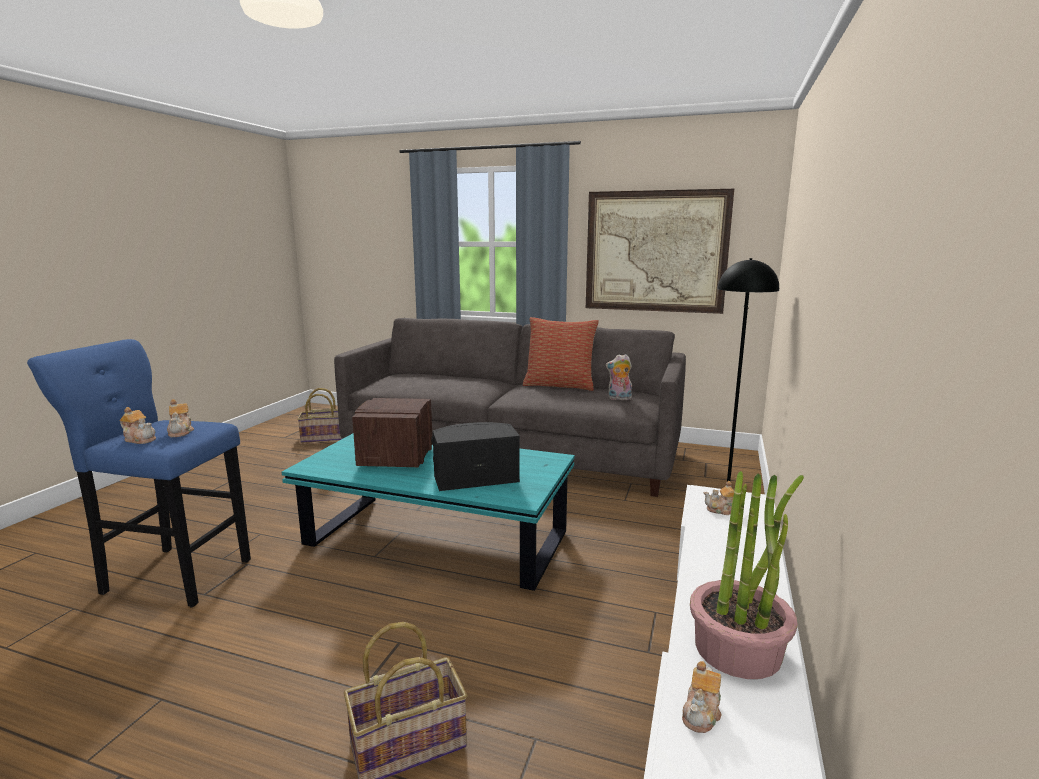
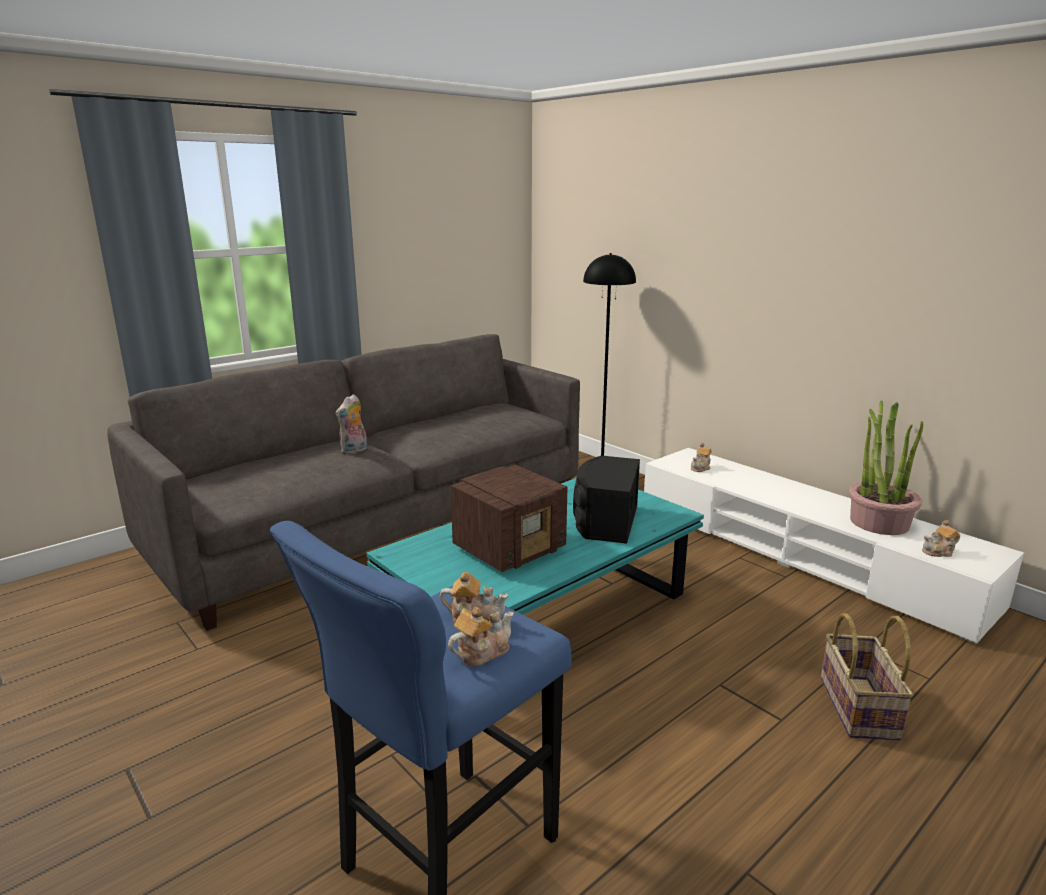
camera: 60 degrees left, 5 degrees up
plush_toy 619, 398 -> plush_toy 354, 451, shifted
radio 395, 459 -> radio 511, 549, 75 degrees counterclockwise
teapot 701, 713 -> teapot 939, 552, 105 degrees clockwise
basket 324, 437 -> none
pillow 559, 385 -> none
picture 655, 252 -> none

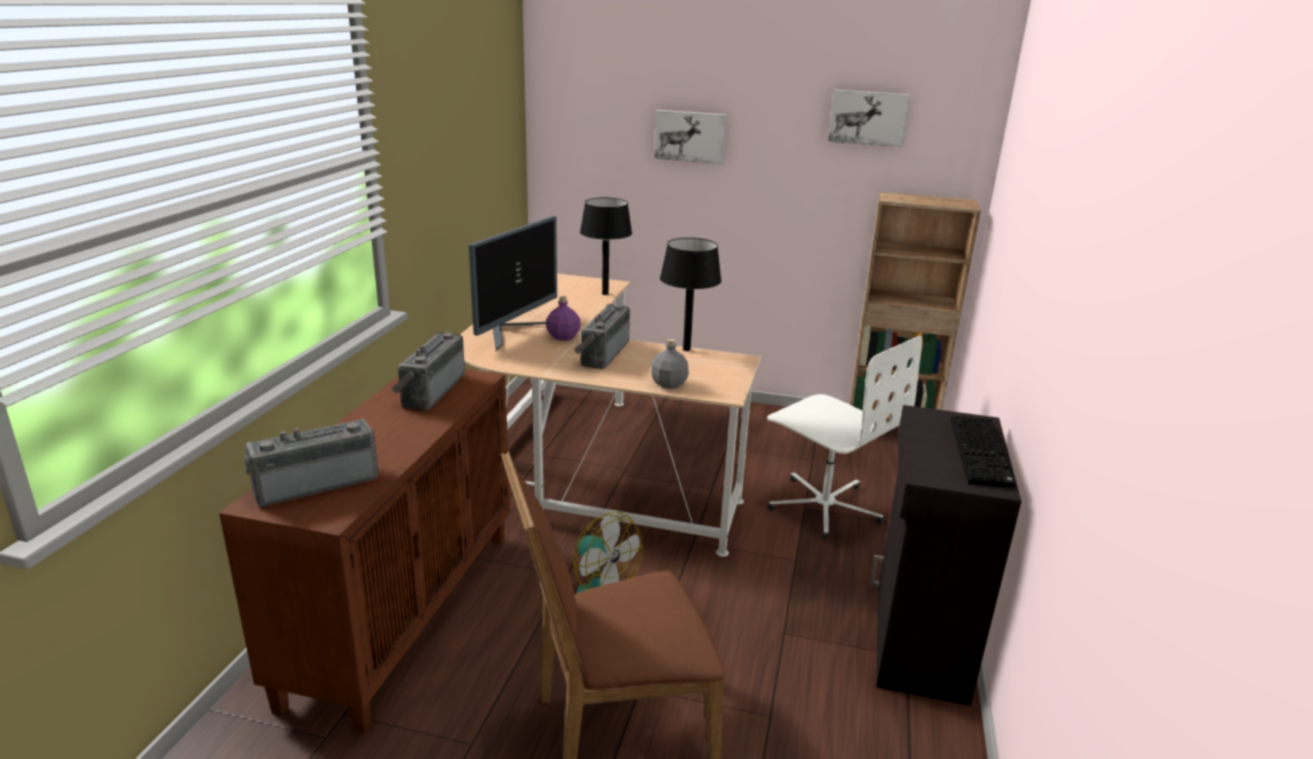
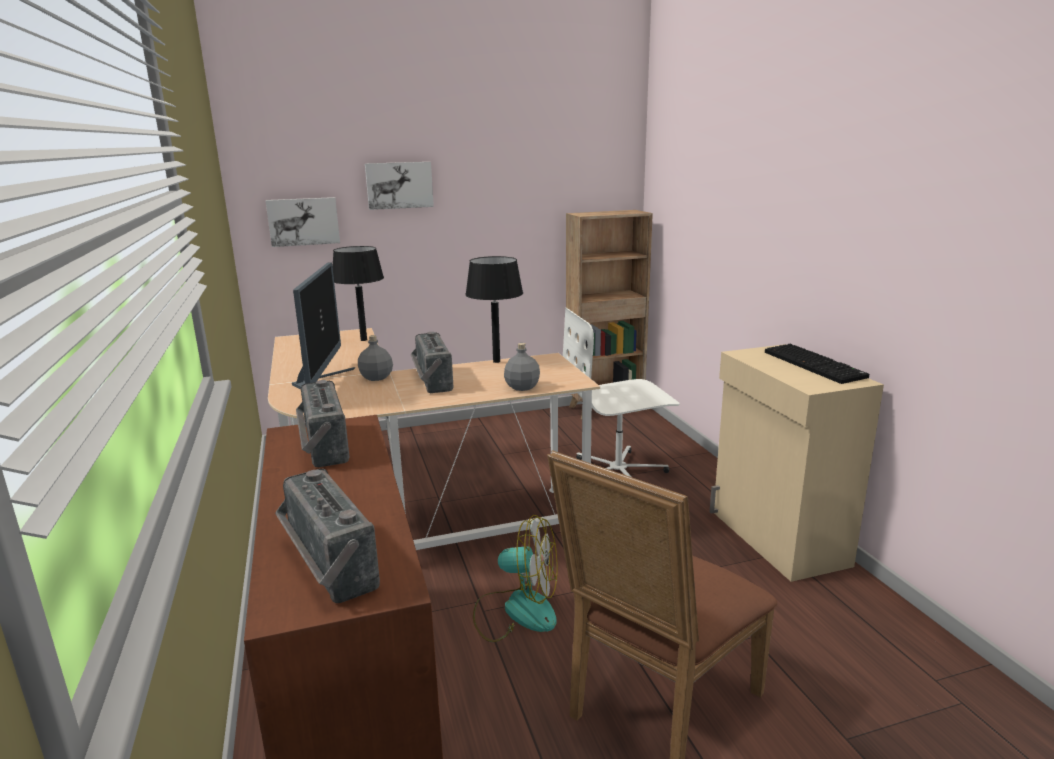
camera: 30 degrees left, 5 degrees down
picture 868, 117 -> picture 303, 221, shifted
radio 316, 483 -> radio 324, 564, 60 degrees counterclockwise
purple_bottle 562, 337 -> grey_bottle 376, 377
white_office_chair 824, 506 -> white_office_chair 619, 472, 150 degrees clockwise
black_cabinet 917, 640 -> beige_cabinet 777, 538

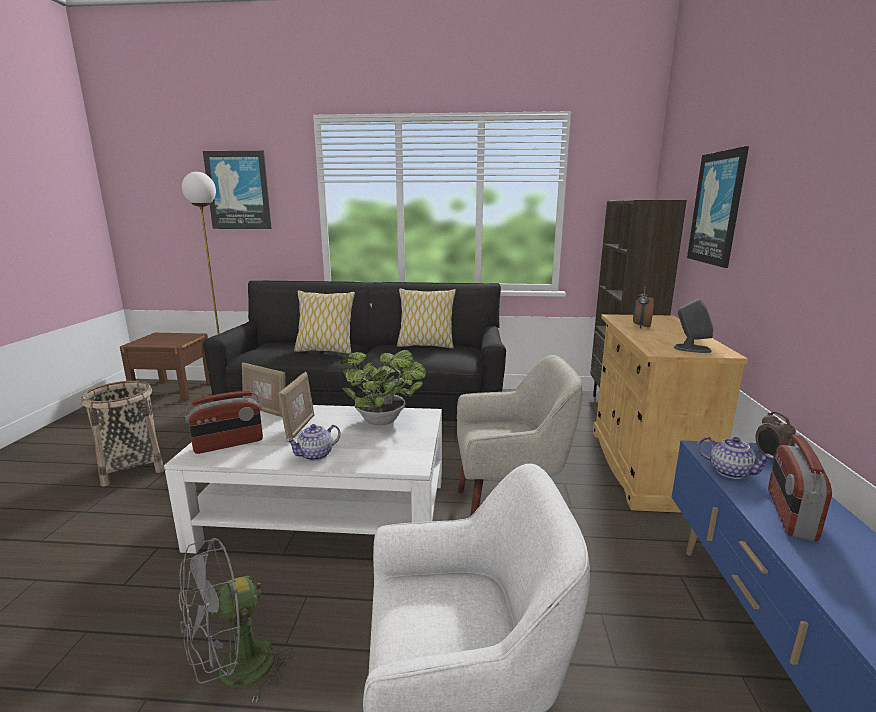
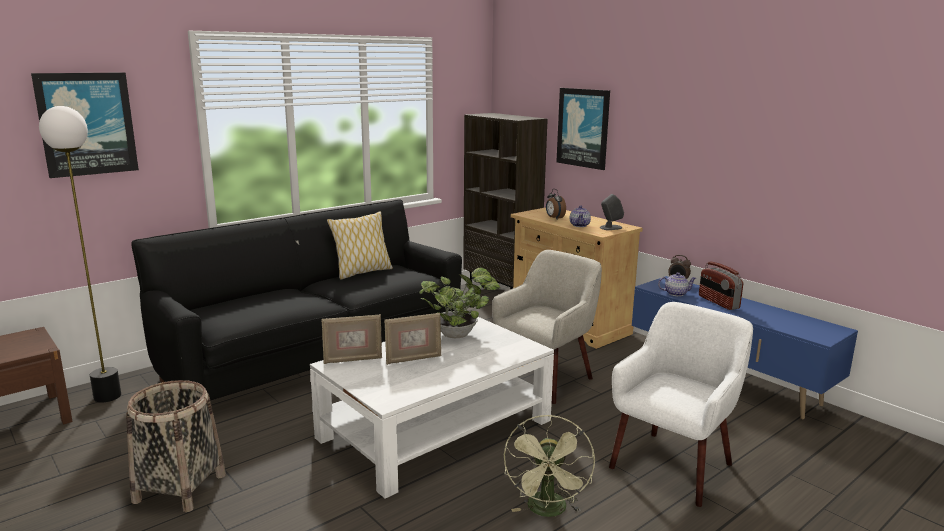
camera: 45 degrees left, 0 degrees up
picture_frame 299, 428 -> picture_frame 413, 359, 105 degrees clockwise
grey_fan 234, 673 -> green_fan 548, 511
teapot 316, 455 -> teapot 579, 225, shifted
radio 228, 444 -> none
pillow 325, 350 -> none

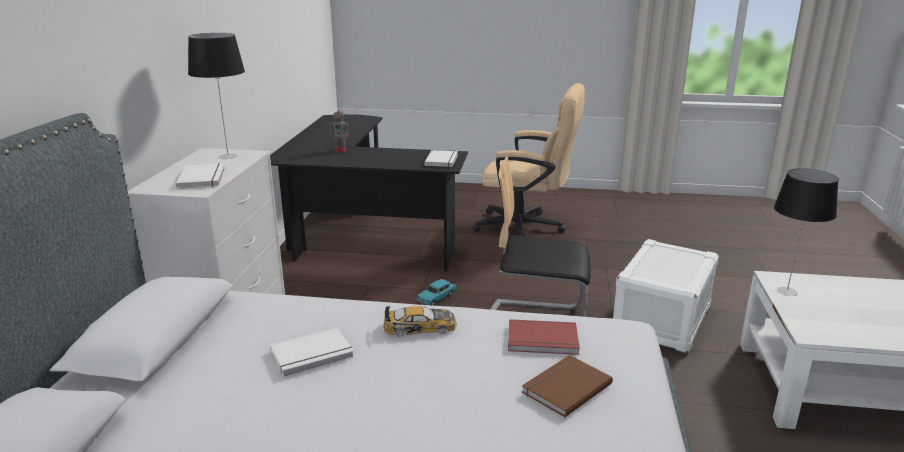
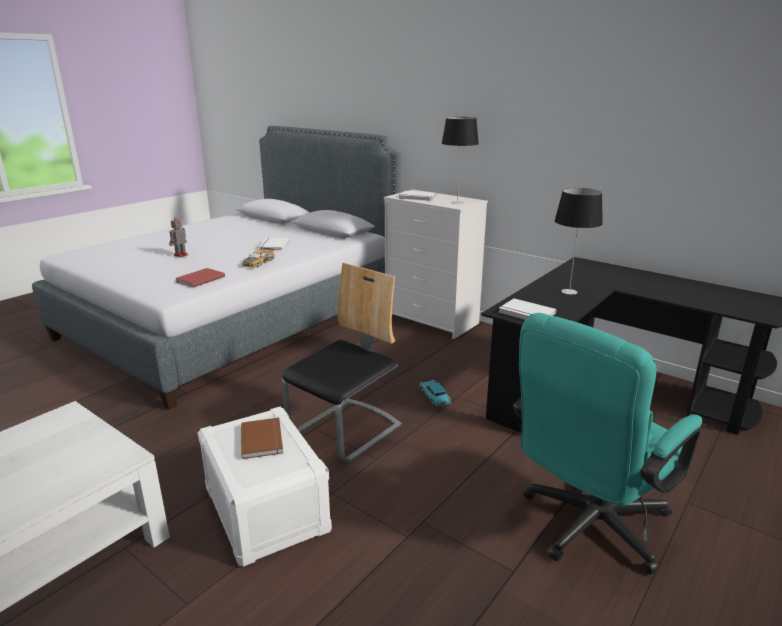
camera: 120 degrees right, 0 degrees up
toy_robot 341, 150 -> toy_robot 180, 255, shifted
brown_book 564, 387 -> brown_book 263, 439, shifted
beige_office_chair 527, 228 -> turquoise_office_chair 587, 528
table_lamp 786, 291 -> table_lamp 569, 291, shifted

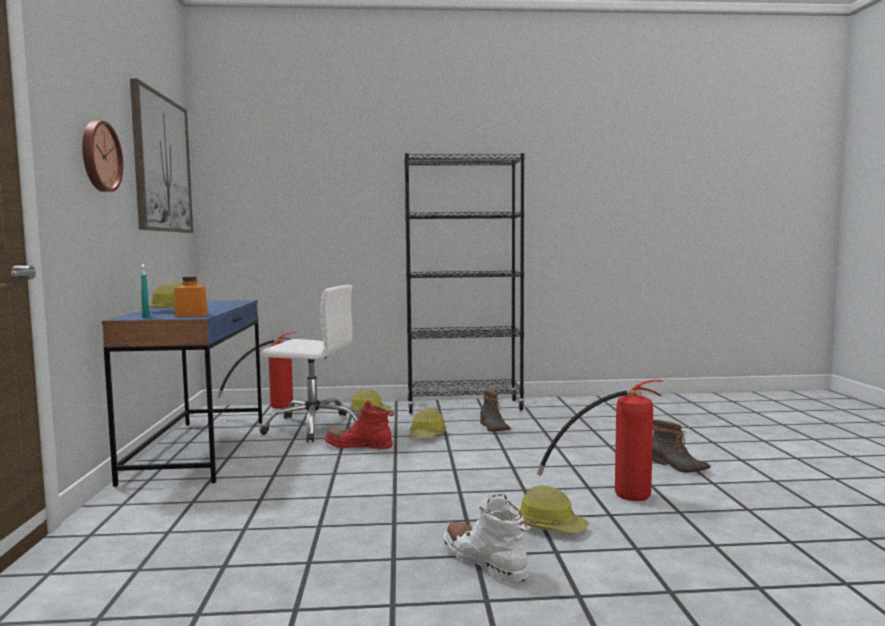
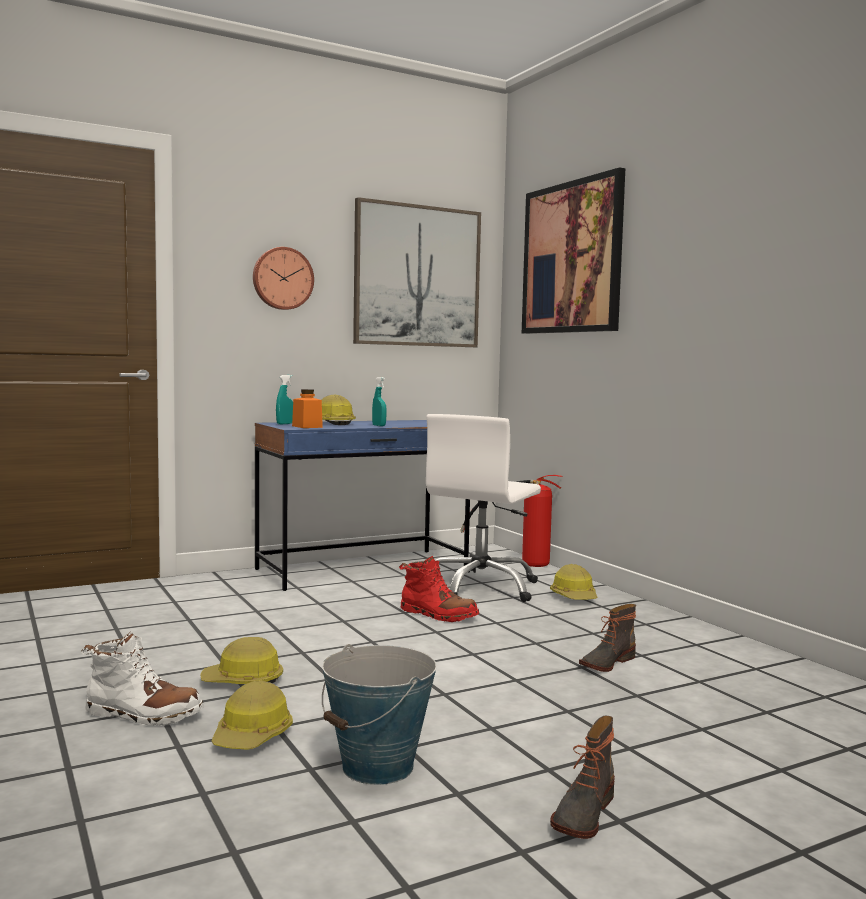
camera: 65 degrees right, 0 degrees up
white_boot 485, 561 -> white_boot 143, 714, 75 degrees clockwise
hard_hat 427, 435 -> hard_hat 243, 681, shifted
fire_extinguisher 613, 497 -> bucket 378, 767
none -> turquoise_spray_bottle 379, 425
red_boot 359, 446 -> red_boot 438, 615, 135 degrees clockwise
white_office_chair 314, 427 -> white_office_chair 480, 588, 45 degrees clockwise
none -> picture 572, 258
black_bookcase 464, 406 -> none

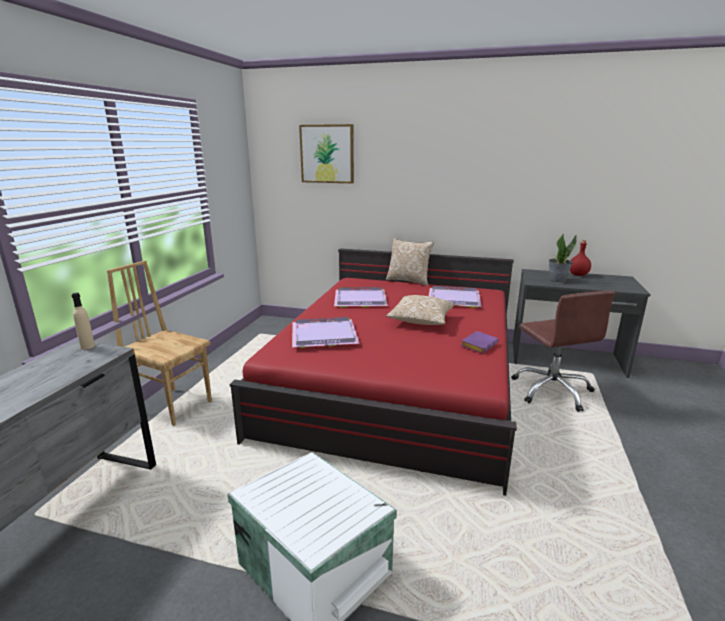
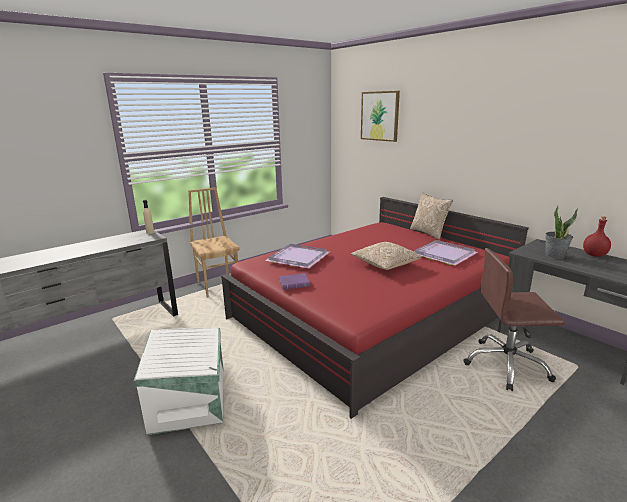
camera: 35 degrees right, 0 degrees up
purple_book 478, 345 -> purple_book 294, 284, shifted
brown_office_chair 552, 390 -> brown_office_chair 506, 365, 75 degrees clockwise
purple_tray 359, 300 -> none

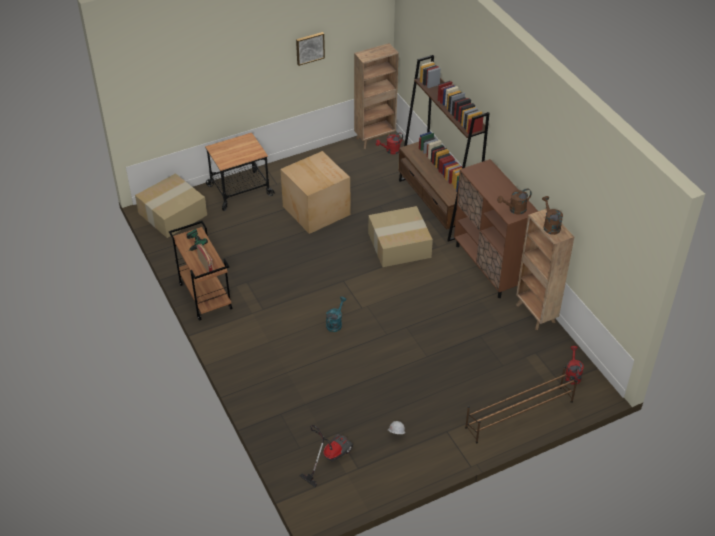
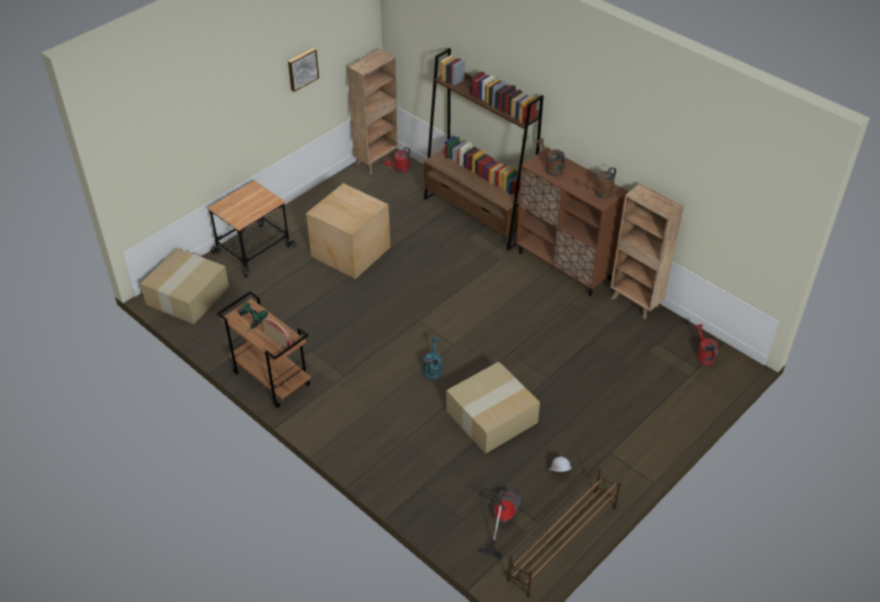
camera: 20 degrees left, 0 degrees up
cardboard_box 398, 246 -> cardboard_box 491, 418, shifted
brown_shoe_rack 518, 414 -> brown_shoe_rack 562, 543, shifted
brown_watering_can 550, 225 -> brown_watering_can 551, 168, shifted

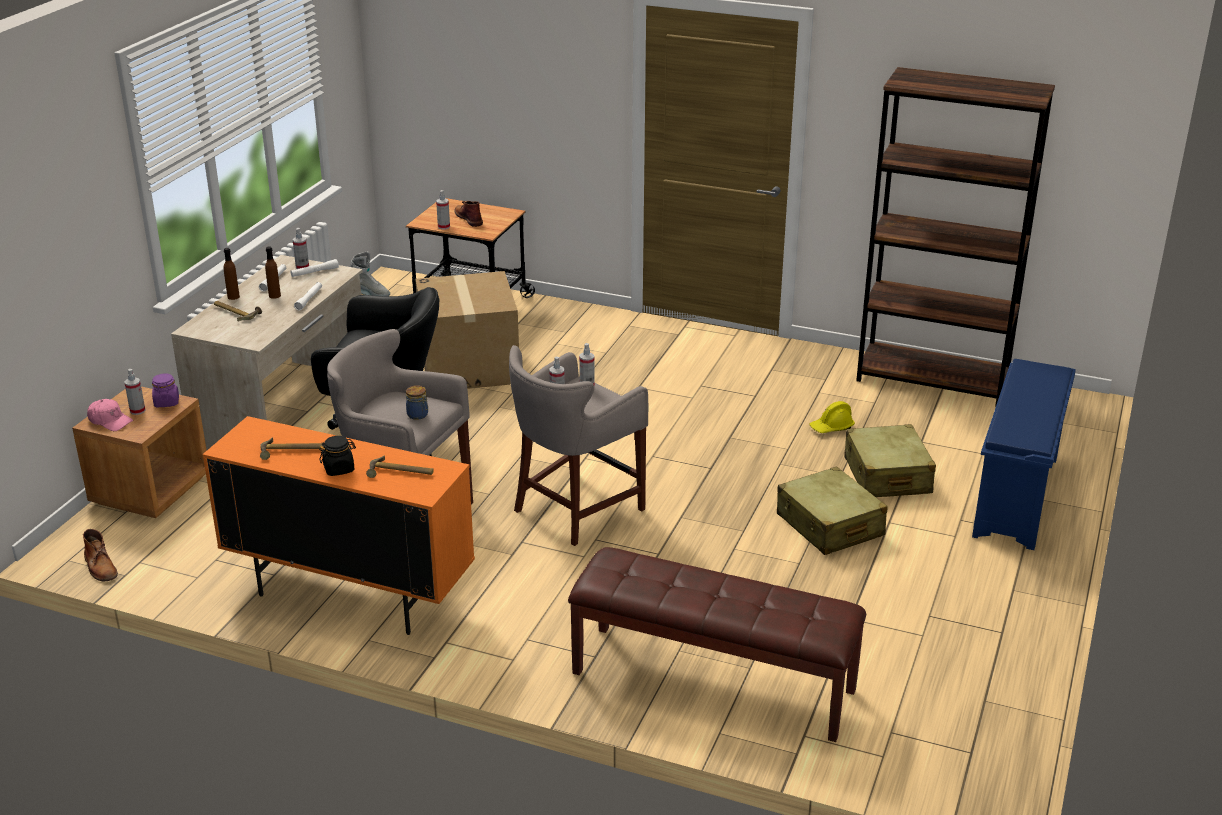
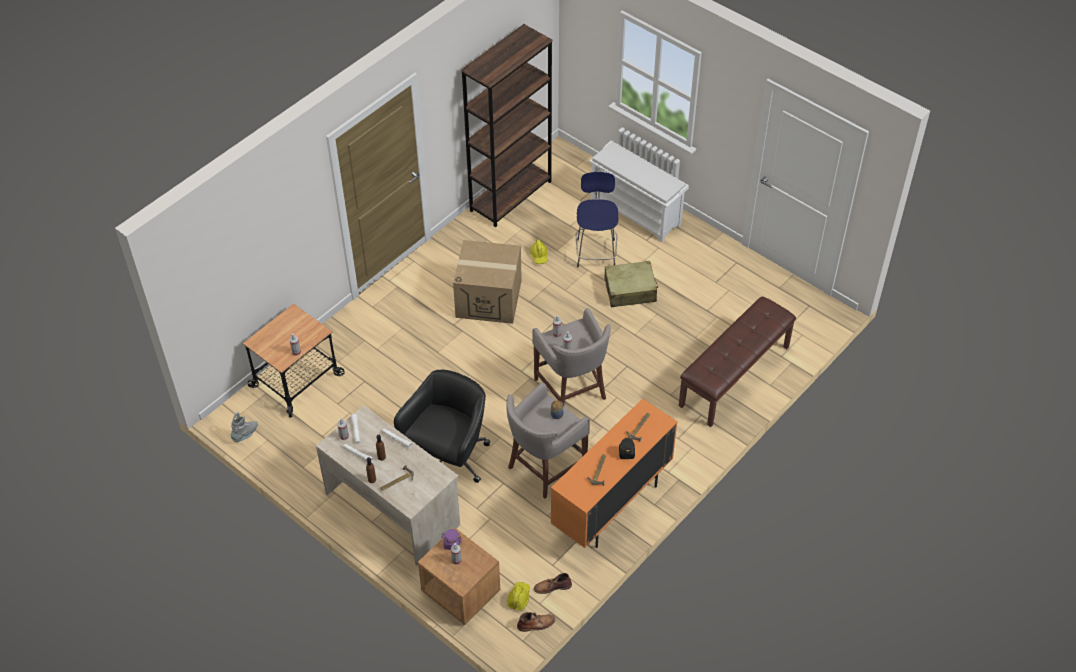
camera: 70 degrees left, 20 degrees up
cardboard_box 469, 366 -> cardboard_box 489, 298, shifted
none -> yellow_hard_hat 518, 598
brown_boot 468, 218 -> brown_boot 552, 586, shifted
beige_suitcase 887, 476 -> blue_stool 596, 252
blue_shoe_rack 1016, 498 -> white_shoe_rack 636, 212
pink_cap 110, 421 -> none

